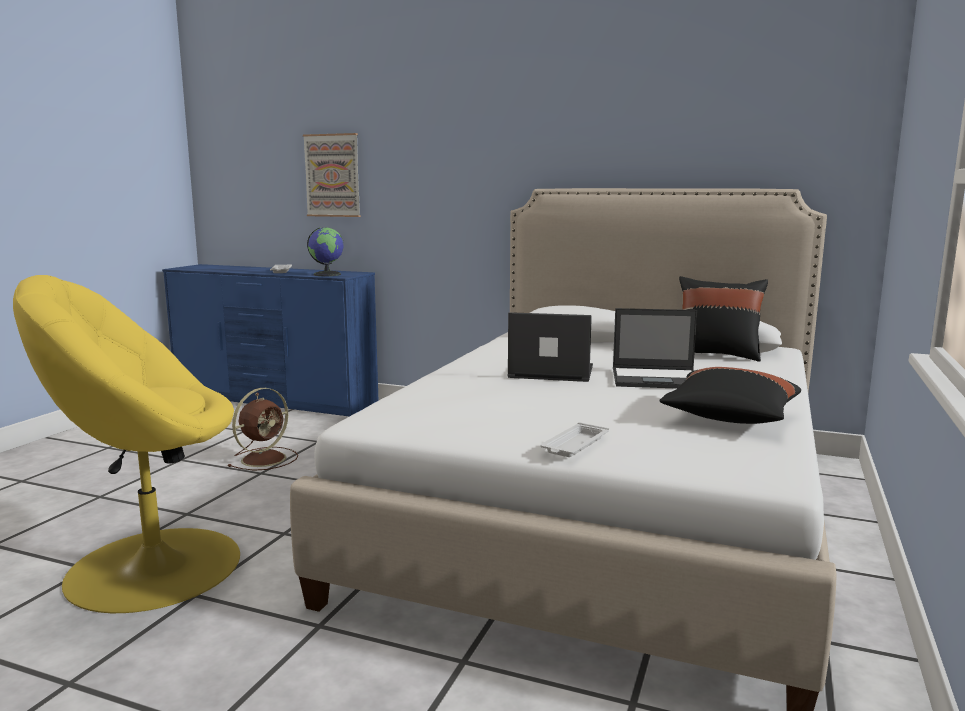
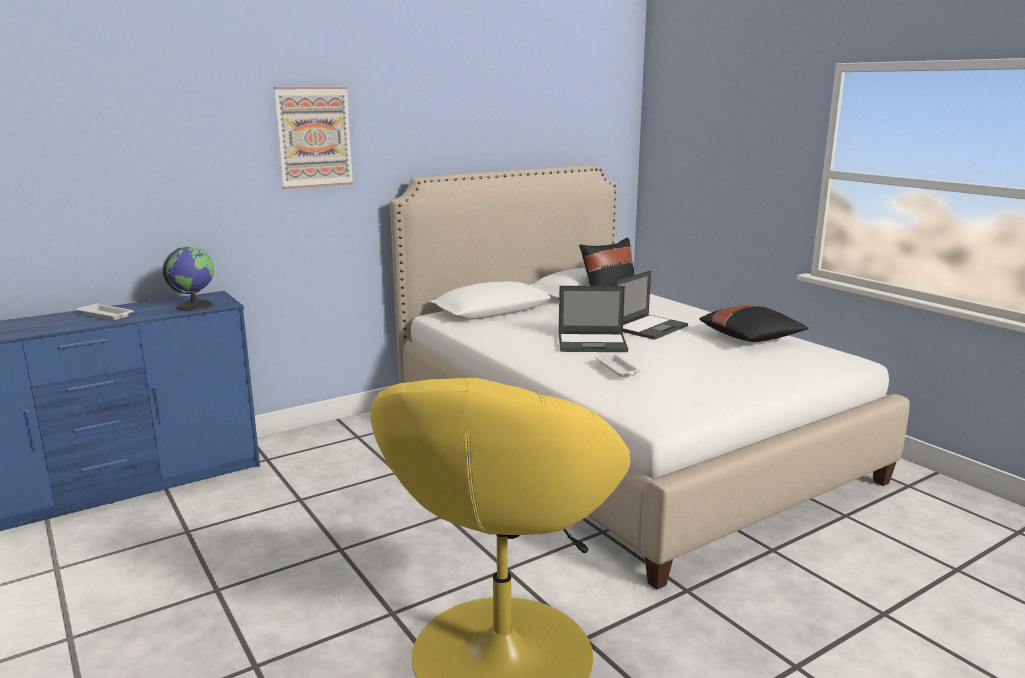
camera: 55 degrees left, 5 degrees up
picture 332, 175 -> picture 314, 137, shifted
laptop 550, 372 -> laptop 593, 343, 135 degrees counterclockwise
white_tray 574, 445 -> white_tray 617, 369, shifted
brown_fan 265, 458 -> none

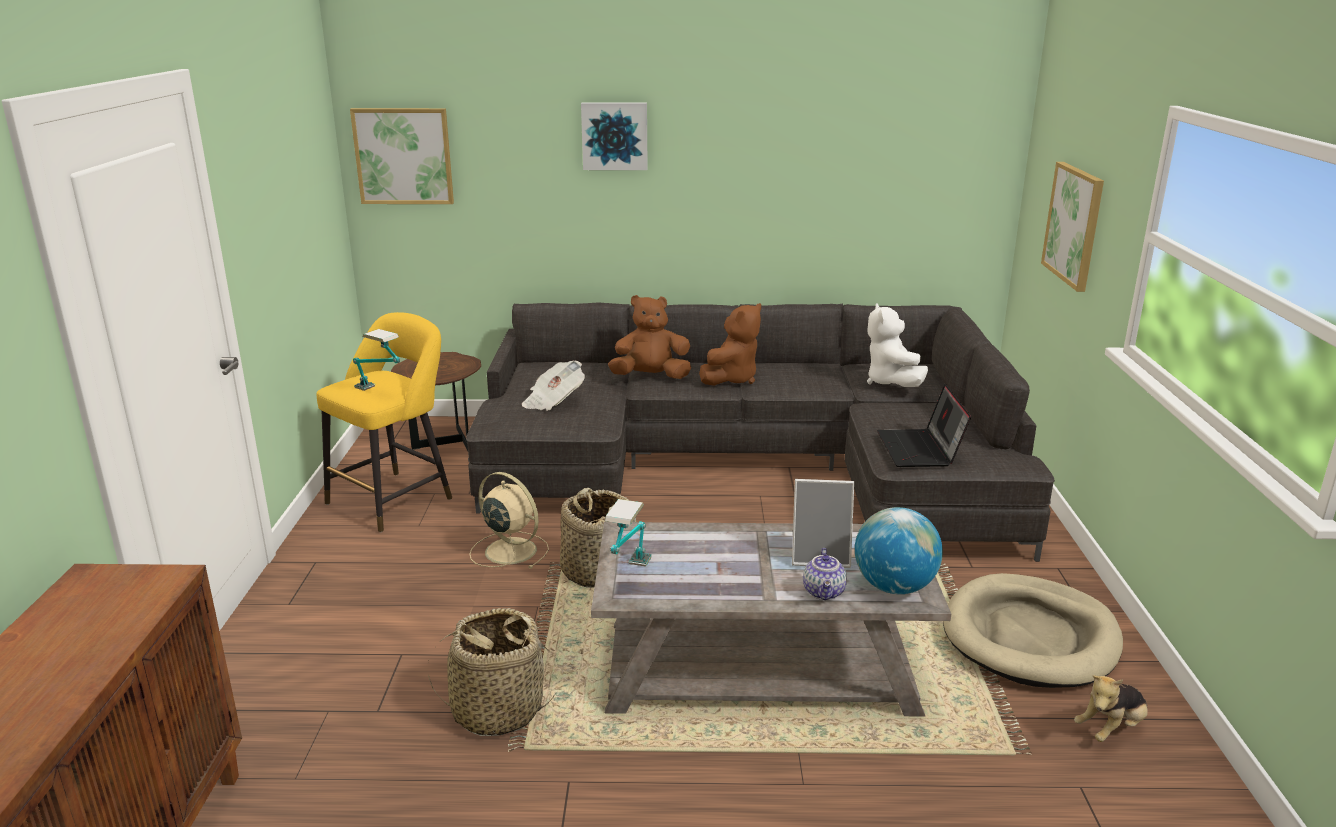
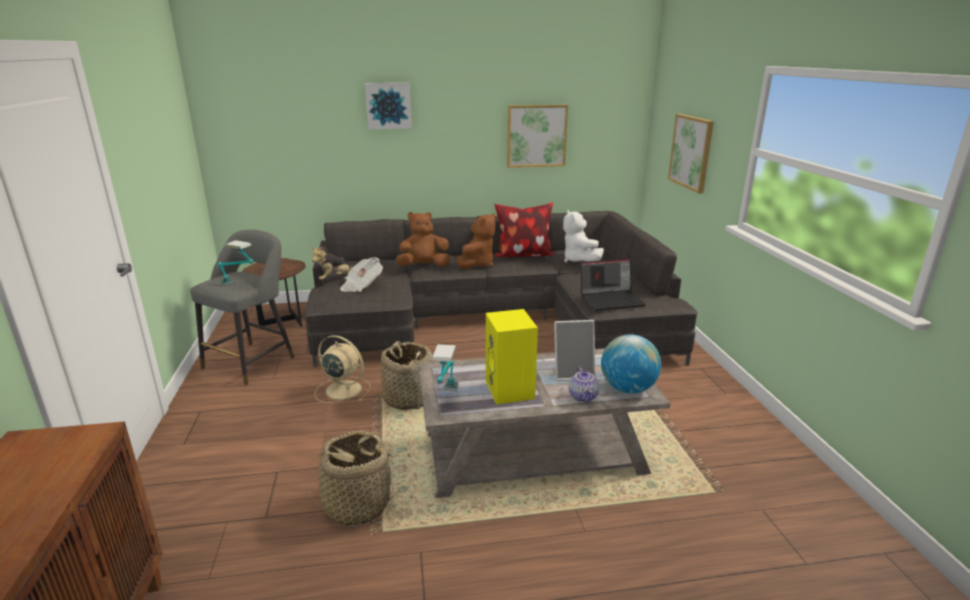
camera: 10 degrees left, 0 degrees up
yellow_stool 395, 498 -> grey_stool 253, 361
plush_toy 1111, 729 -> plush_toy 334, 278, shifted
none -> yellow_speaker 511, 390
none -> pillow 523, 255
picture 403, 156 -> picture 536, 136, shifted
laptop 920, 450 -> laptop 611, 300, 90 degrees counterclockwise
beige_dog_bed 1030, 637 -> none

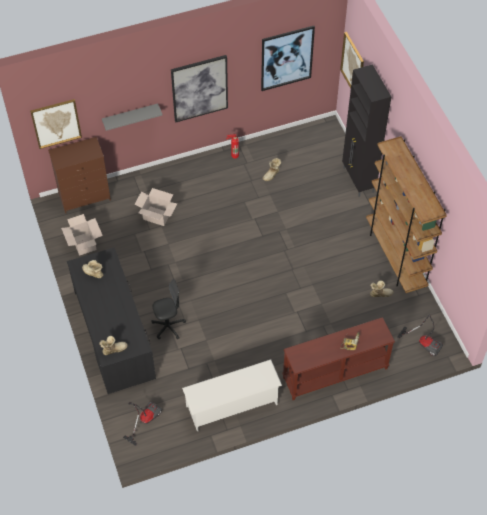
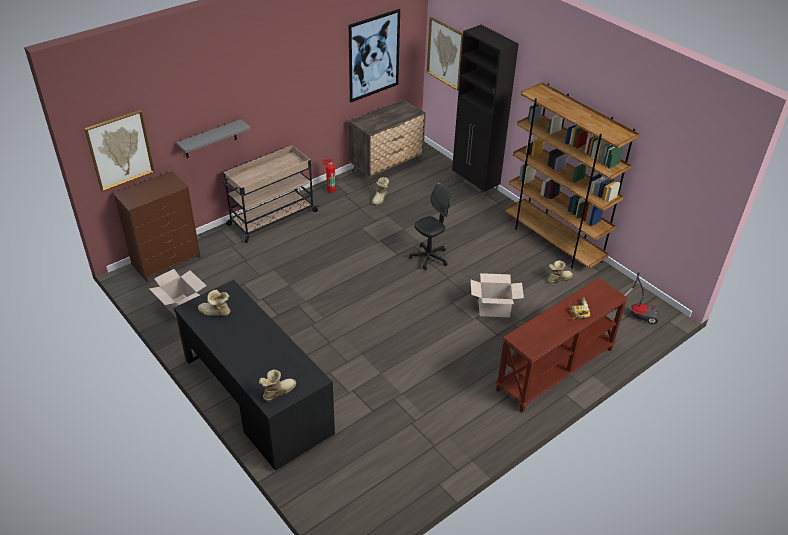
camera: 20 degrees left, 15 degrees down
none -> beige_cart 271, 218
none -> dresser 387, 168
black_office_chair 168, 326 -> black_office_chair 429, 258, shifted
cardboard_box 156, 216 -> cardboard_box 493, 308, shifted
vacuum_cleaner 144, 420 -> none
picture 199, 88 -> none
white_shoe_rack 232, 405 -> none

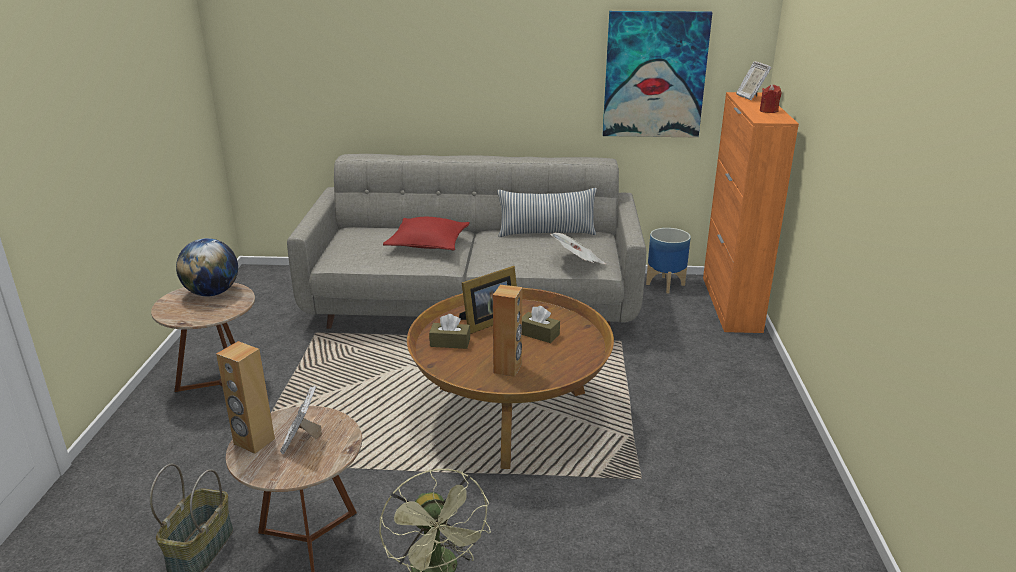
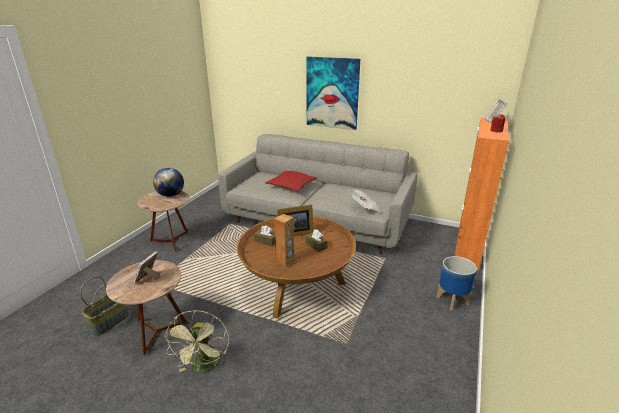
camera: 20 degrees right, 0 degrees up
picture 654, 75 -> picture 332, 93, shifted
planter 665, 284 -> planter 452, 300, shifted
brown_speaker 254, 442 -> none
pillow 546, 233 -> none

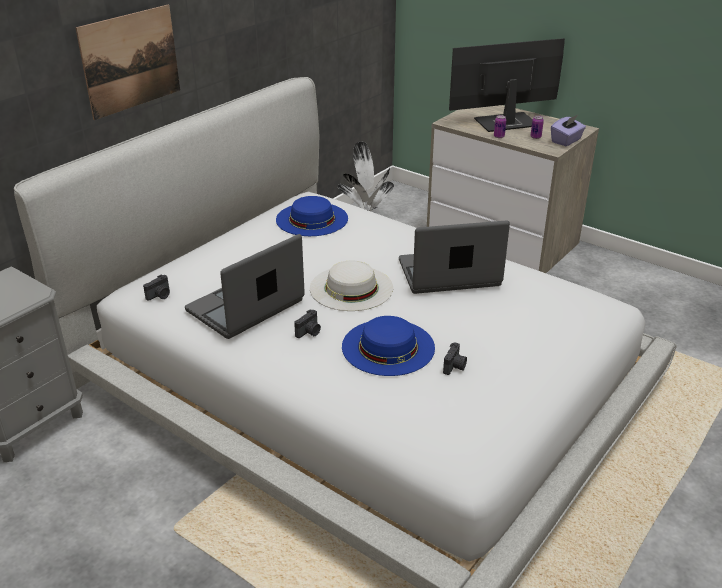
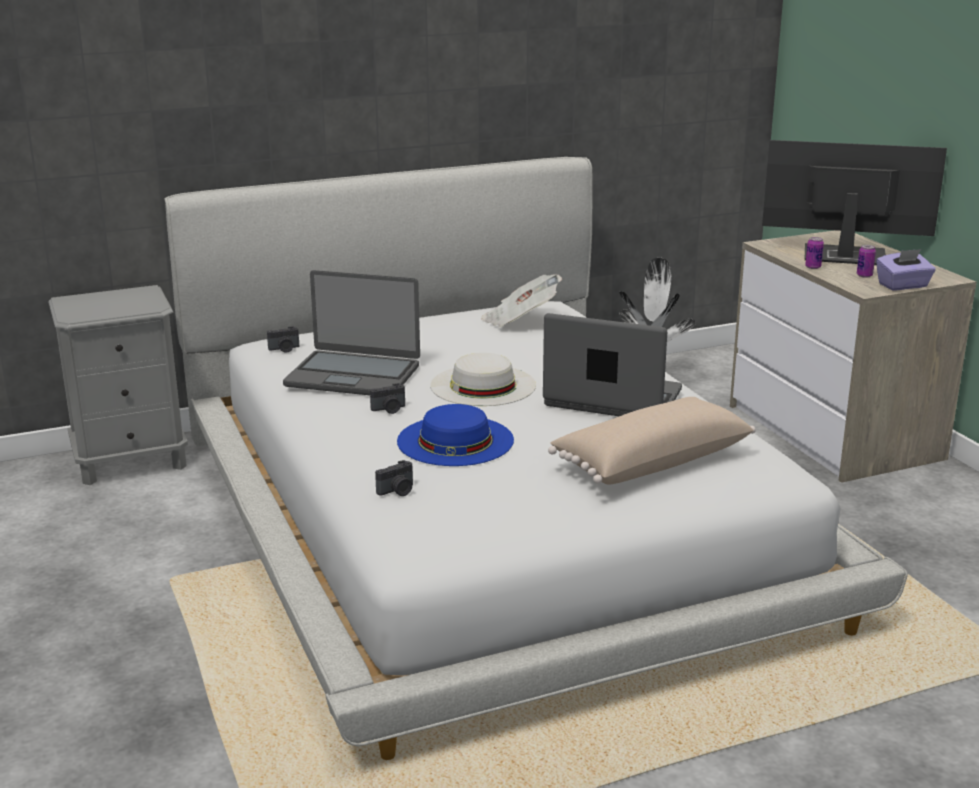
camera: 30 degrees right, 10 degrees down
laptop 246, 307 -> laptop 353, 375, 150 degrees counterclockwise
photo_camera 455, 367 -> photo_camera 397, 491, shifted
blue_hat 312, 219 -> newspaper 520, 320
none -> beige_pillow 650, 461
picture 131, 61 -> none

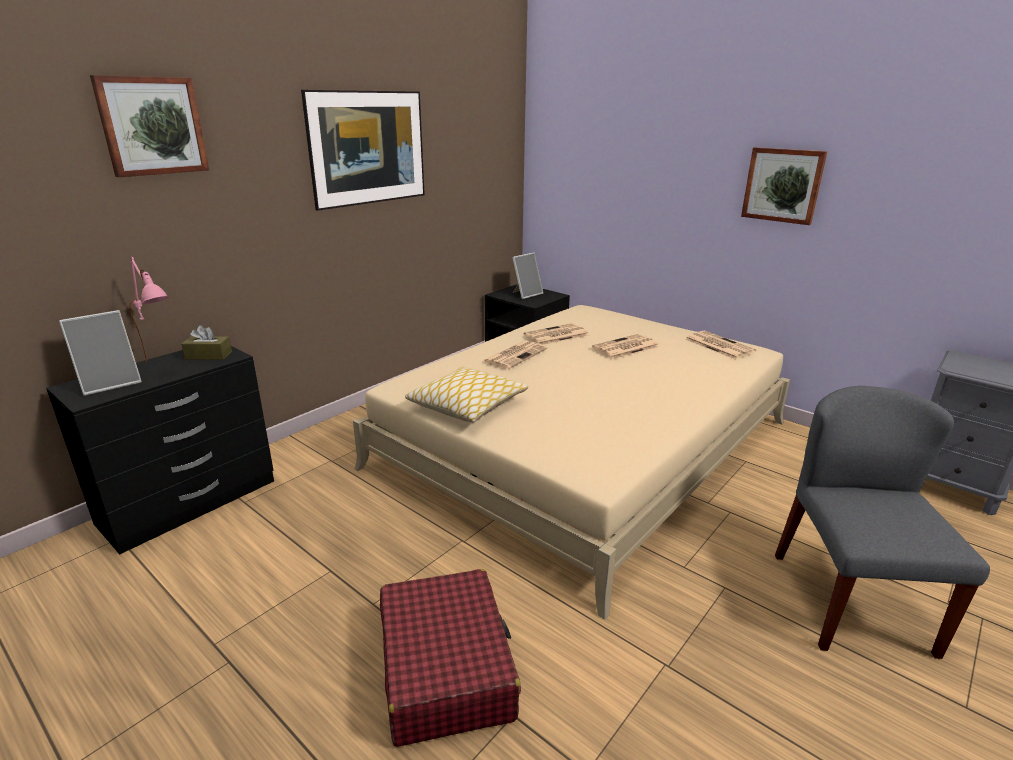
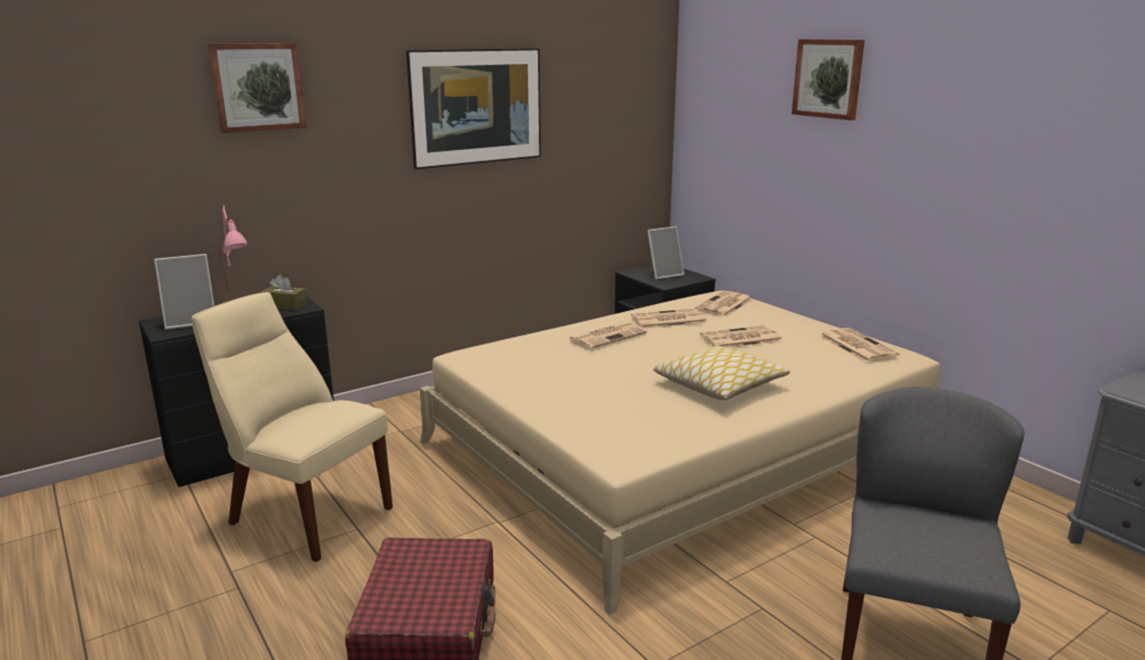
camera: 15 degrees right, 5 degrees down
none -> beige_chair 305, 514
pillow 467, 405 -> pillow 719, 385, shifted
none -> newspaper 724, 305
picture 783, 185 -> picture 828, 78, shifted

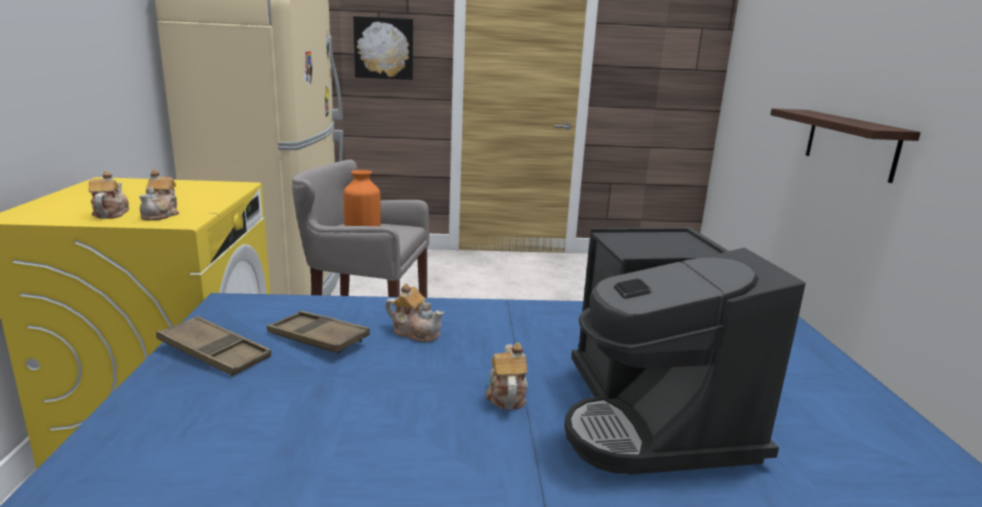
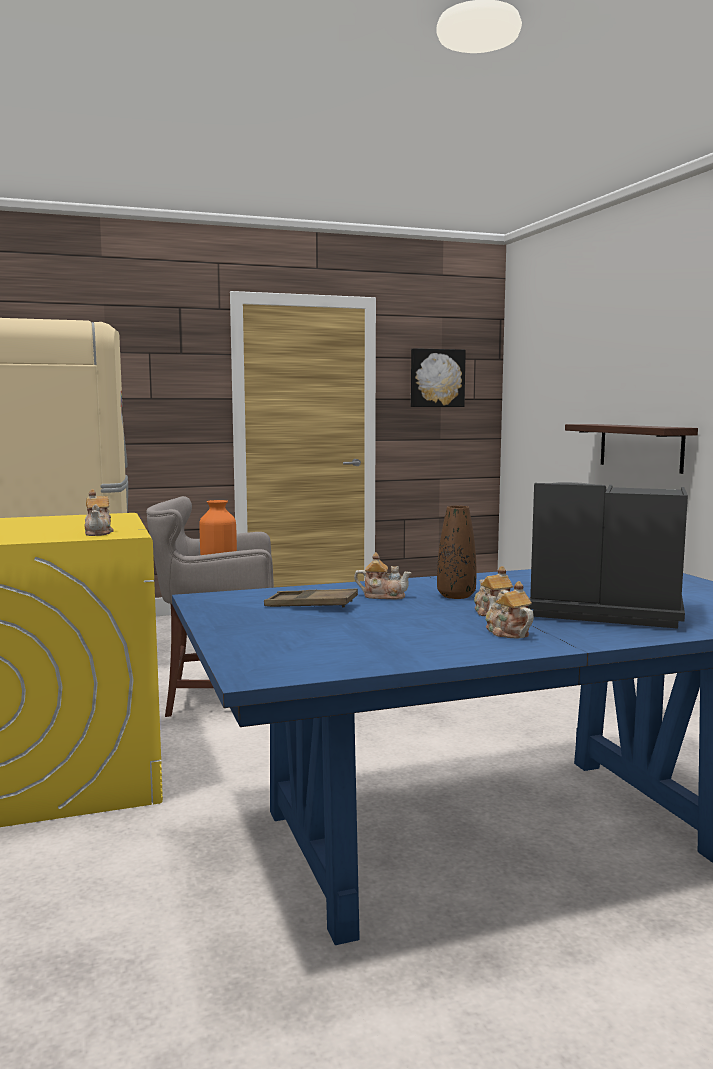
camera: 15 degrees left, 10 degrees down
picture 384, 48 -> picture 436, 378, shifted
none -> brown_vase 456, 596
teapot 110, 213 -> teapot 507, 633, shifted
coffee_machine 653, 417 -> coffee_machine 600, 611, 135 degrees clockwise
brown_tray 214, 353 -> none

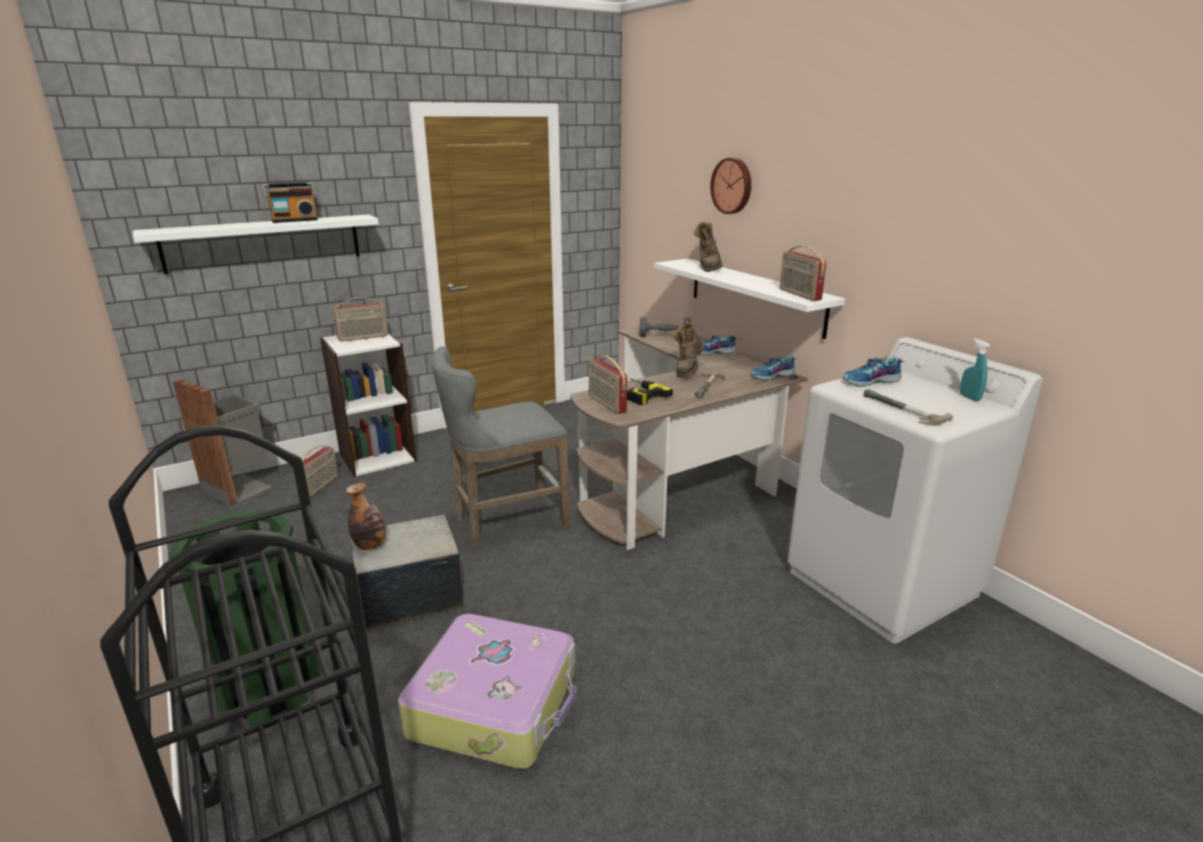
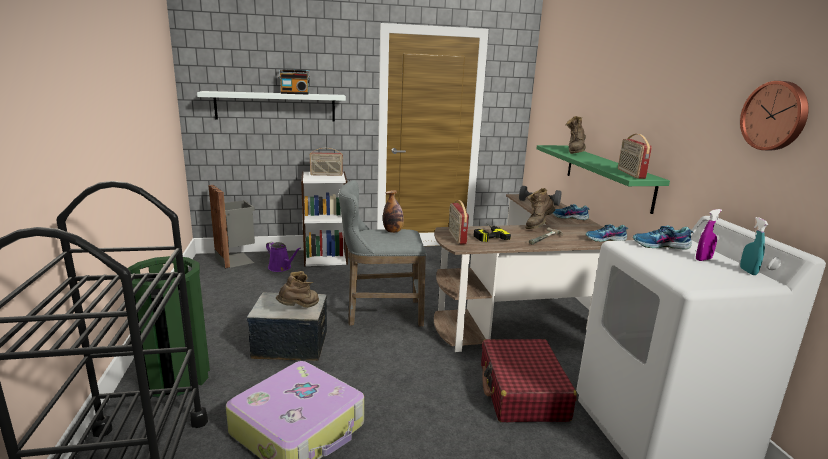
camera: 20 degrees right, 5 degrees down
radio 320, 486 -> purple_watering_can 281, 268
none -> brown_boot 299, 308
bottle 370, 545 -> bottle 393, 231, shifted
none -> red_suitcase 522, 392
white_shelf 755, 296 -> green_shelf 607, 176
none -> purple_spray_bottle 703, 259
wall_clock 732, 186 -> wall_clock 775, 116, shifted
hammer 899, 410 -> none

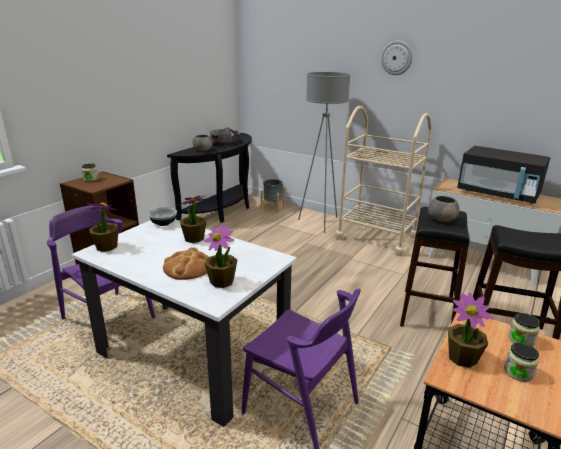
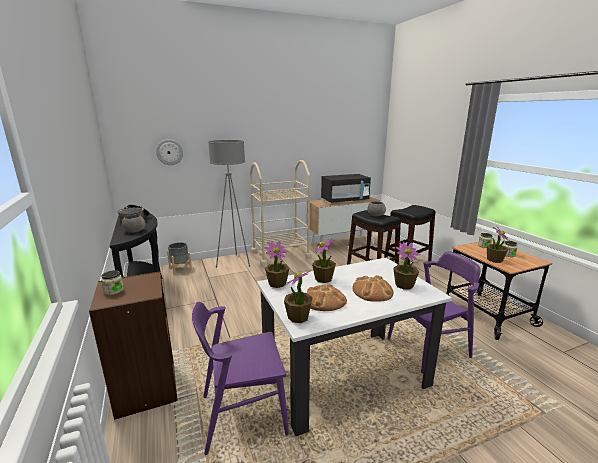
camera: 55 degrees left, 5 degrees down
wall_clock 396, 58 -> wall_clock 169, 152, shifted
bowl 164, 223 -> potted_plant 277, 283
none -> bread 324, 300

